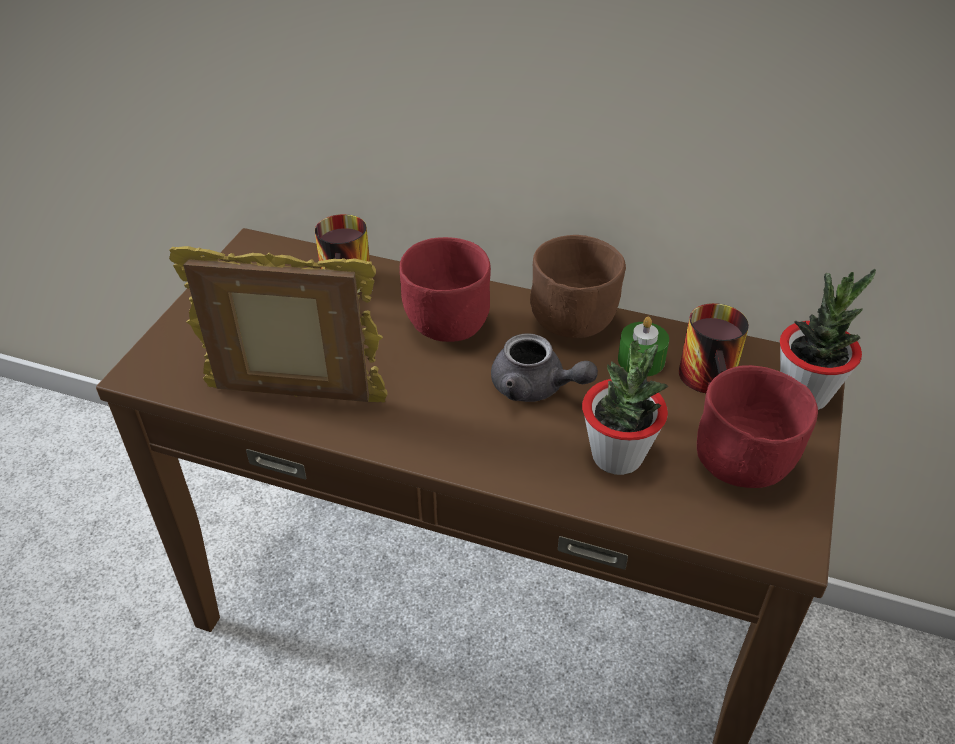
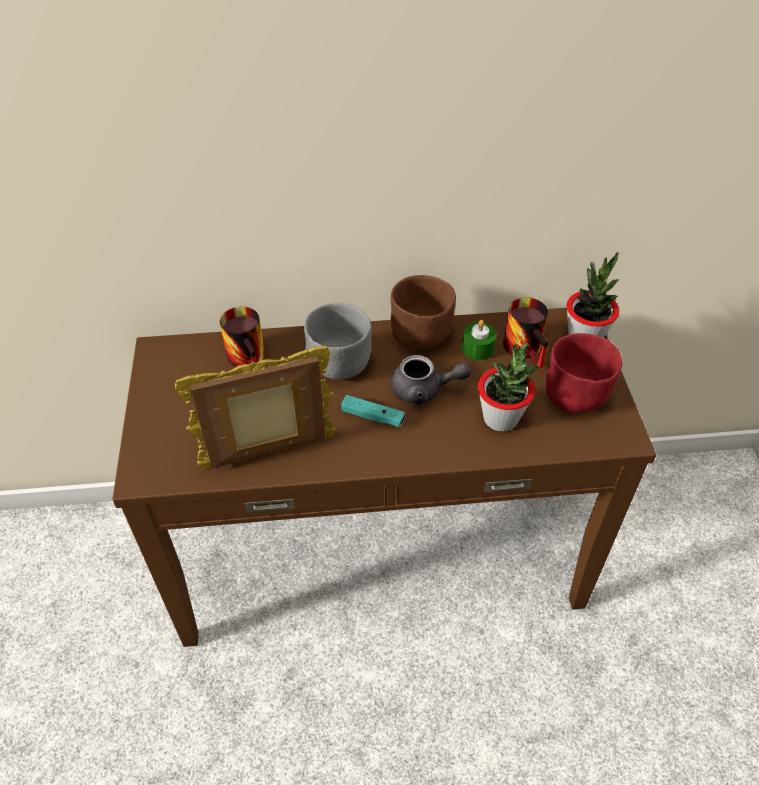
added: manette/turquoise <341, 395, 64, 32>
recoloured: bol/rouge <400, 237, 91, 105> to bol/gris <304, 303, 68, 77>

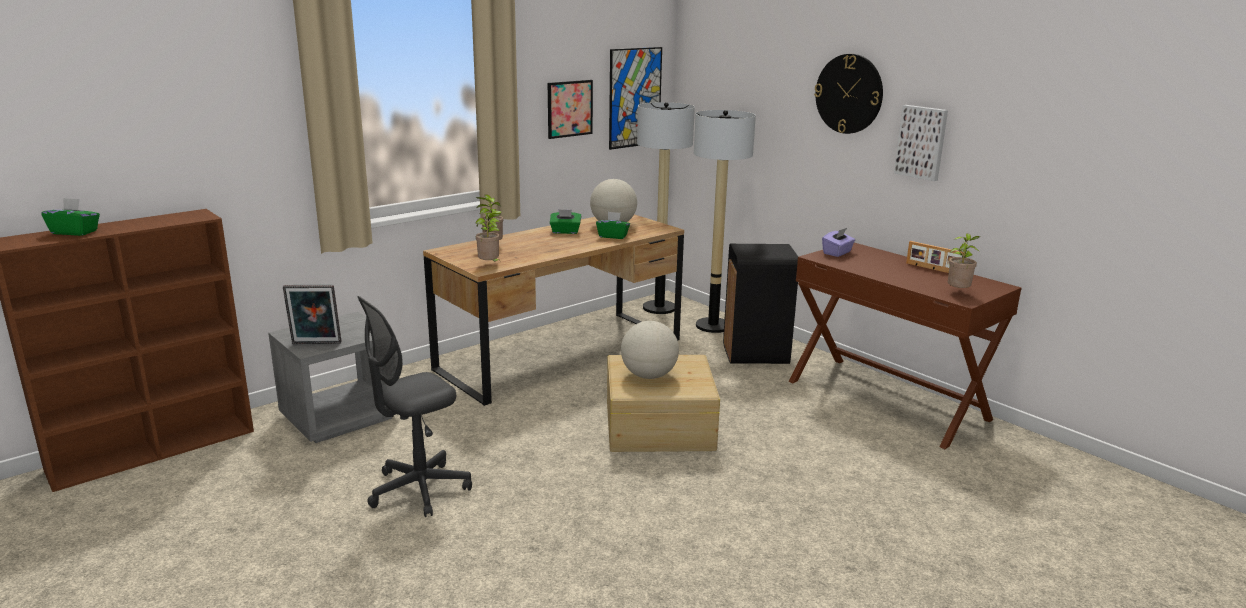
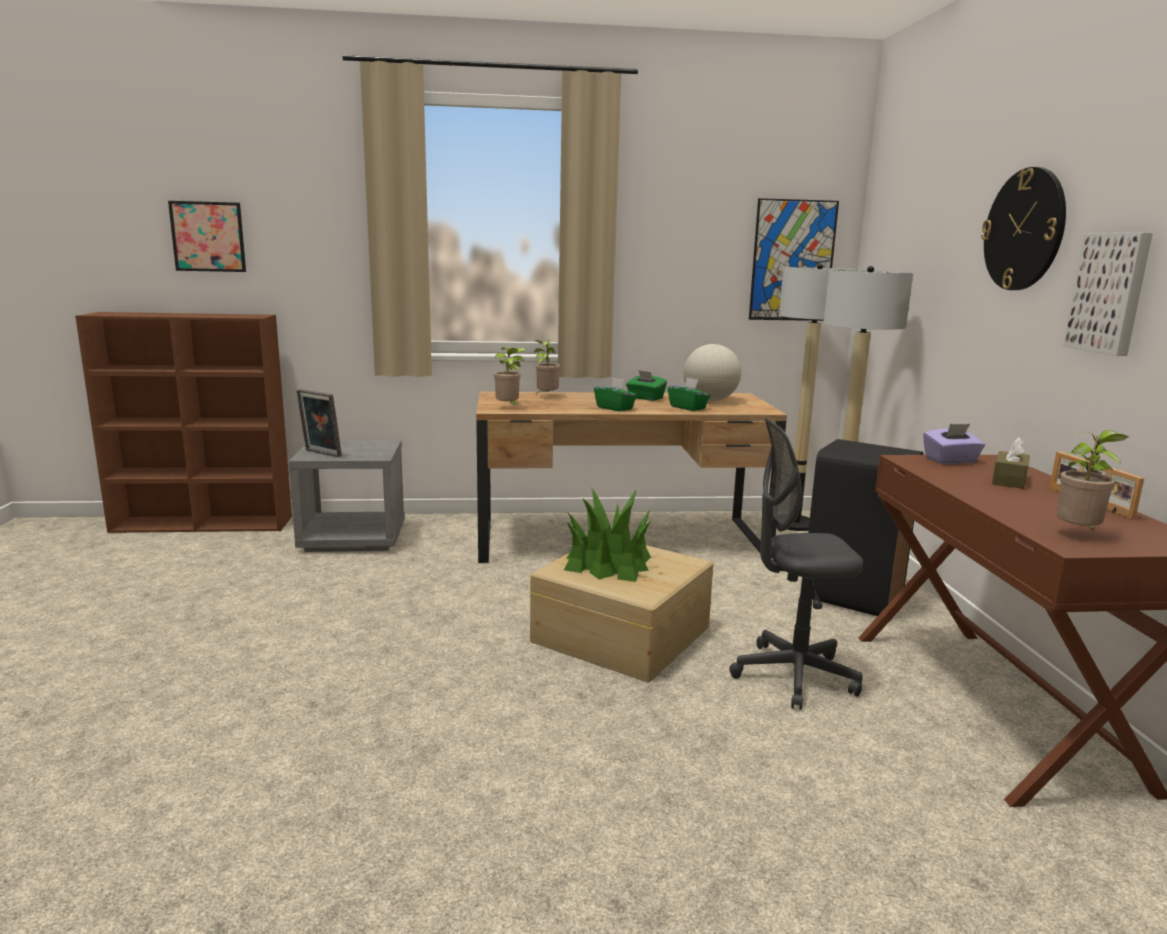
added: boîte à mouchoirs/marron <992, 437, 38, 52>
moved: boîte à mouchoirs/vert <41, 198, 59, 38> to <594, 378, 43, 34>; chaise de bureau/gris <357, 296, 115, 221> to <729, 418, 134, 292>; tableau <548, 80, 45, 59> to <168, 201, 78, 71>
replaced: globe <621, 321, 58, 58> to plante en pot <564, 487, 87, 95>

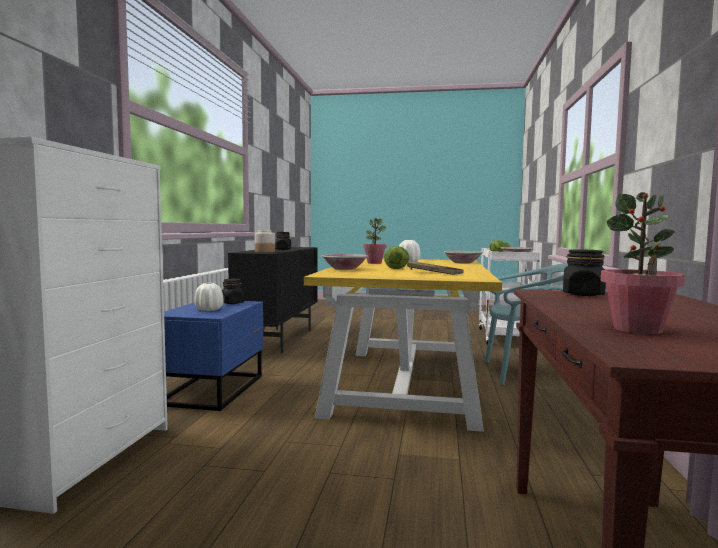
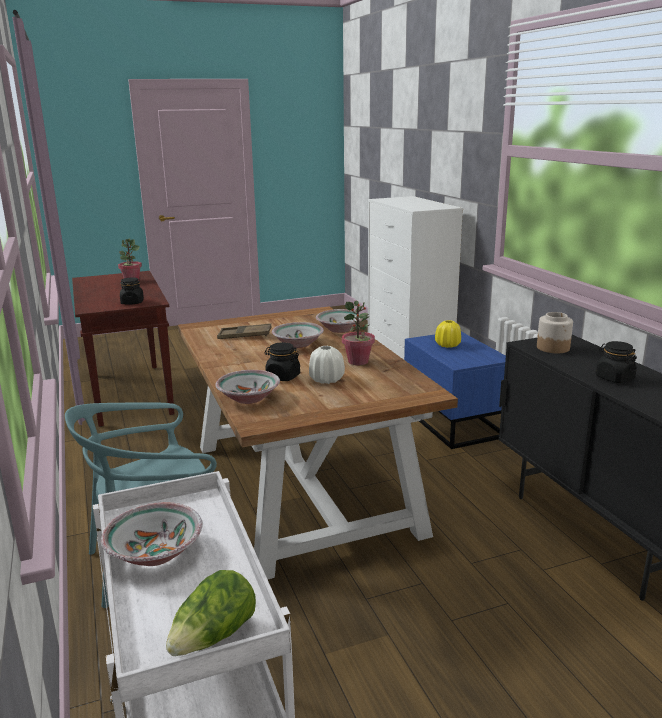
moved: bocal/noir <222, 279, 23, 25> to <265, 342, 35, 39>
replaced: laitue <384, 246, 25, 23> to bol <272, 322, 52, 26>
recoloured: vase/blanc <194, 283, 30, 28> to vase/jaune <435, 320, 26, 28>; table à manger/jaune <304, 258, 198, 174> to table à manger/marron <178, 306, 280, 273>

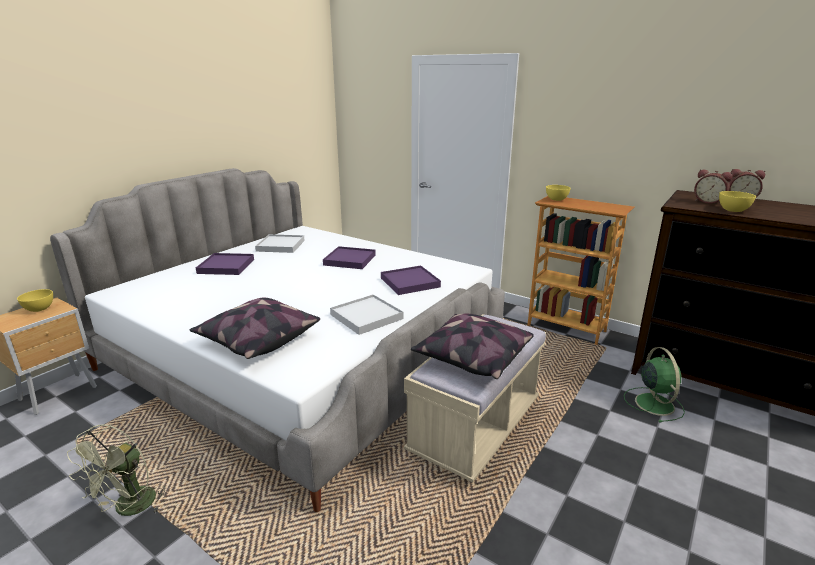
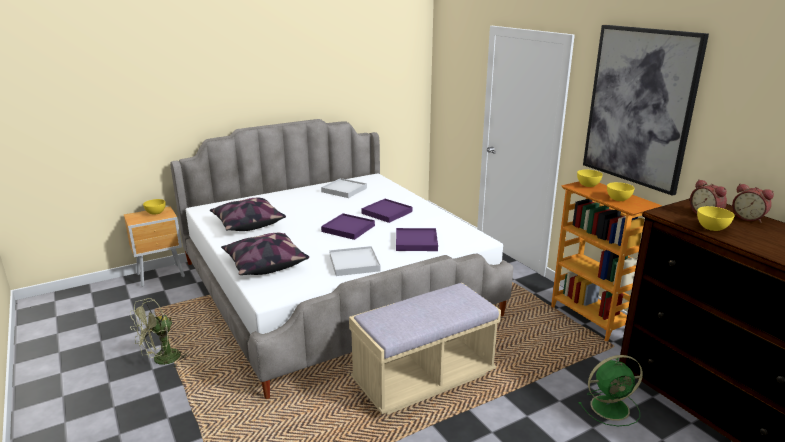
added: tableau <583, 25, 126, 171>; bol/jaune <607, 182, 28, 19>
moved: plateau/violet <196, 253, 58, 22> to <321, 213, 54, 27>; coussin <411, 314, 123, 65> to <210, 198, 76, 33>
turned: ventilateur/vert <624, 347, 61, 76> = <579, 355, 64, 71> 60 degrees clockwise

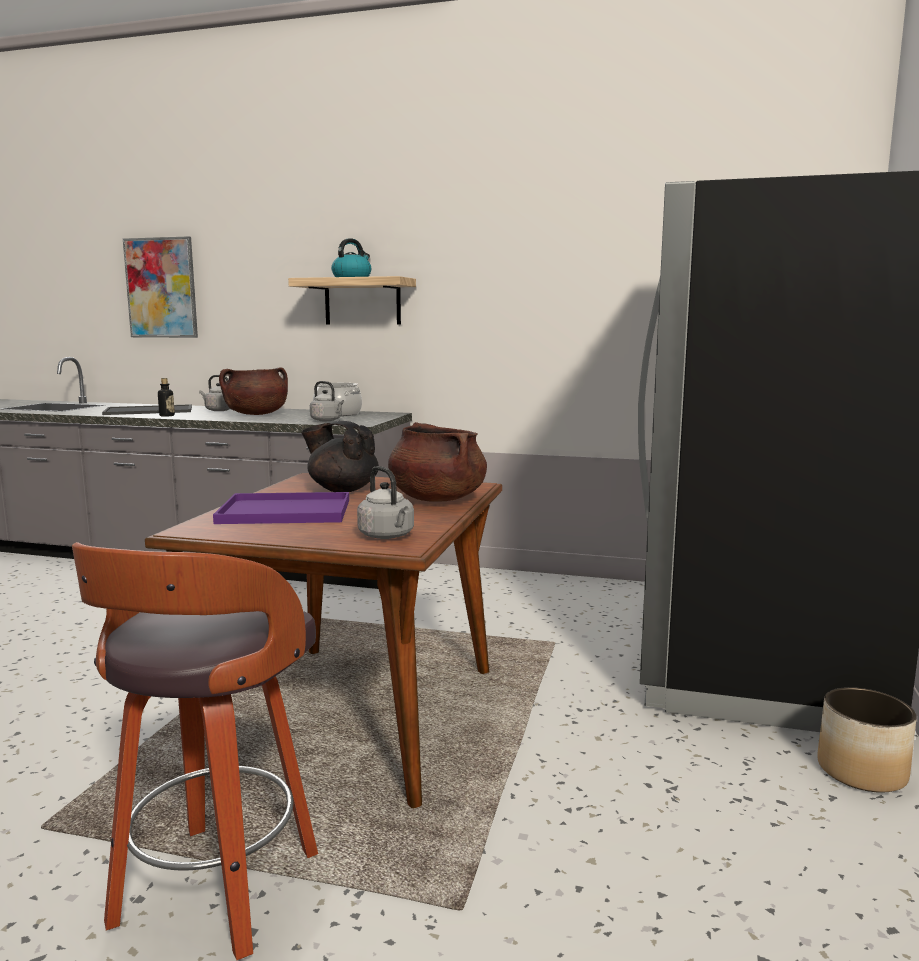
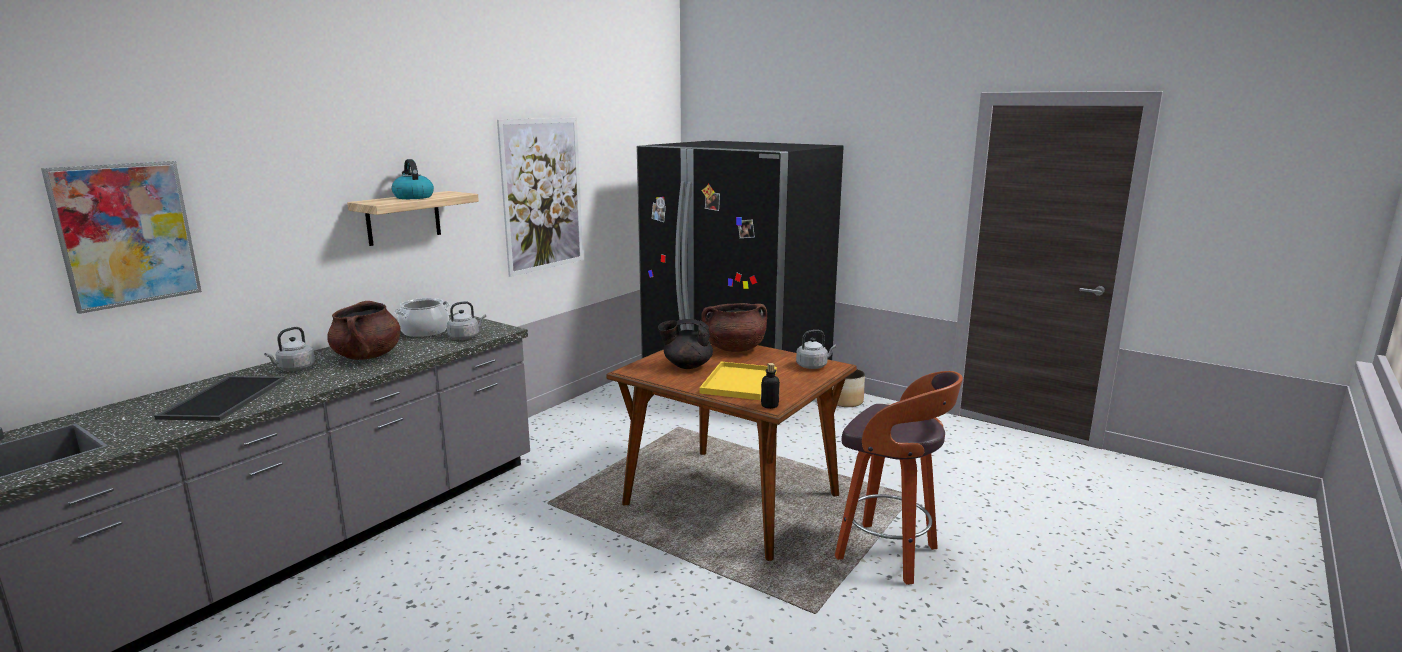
added: tableau <497, 118, 86, 159>
moved: bouteille <158, 378, 17, 39> to <761, 363, 19, 46>
recoloured: plateau/violet <213, 492, 136, 32> to plateau/jaune <699, 361, 78, 39>
turned: théière/noir <301, 421, 78, 71> = <658, 319, 55, 50> 45 degrees clockwise

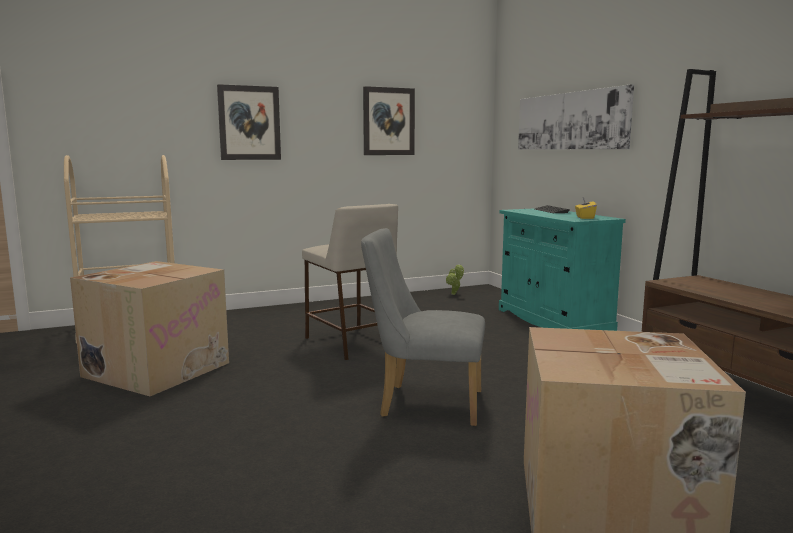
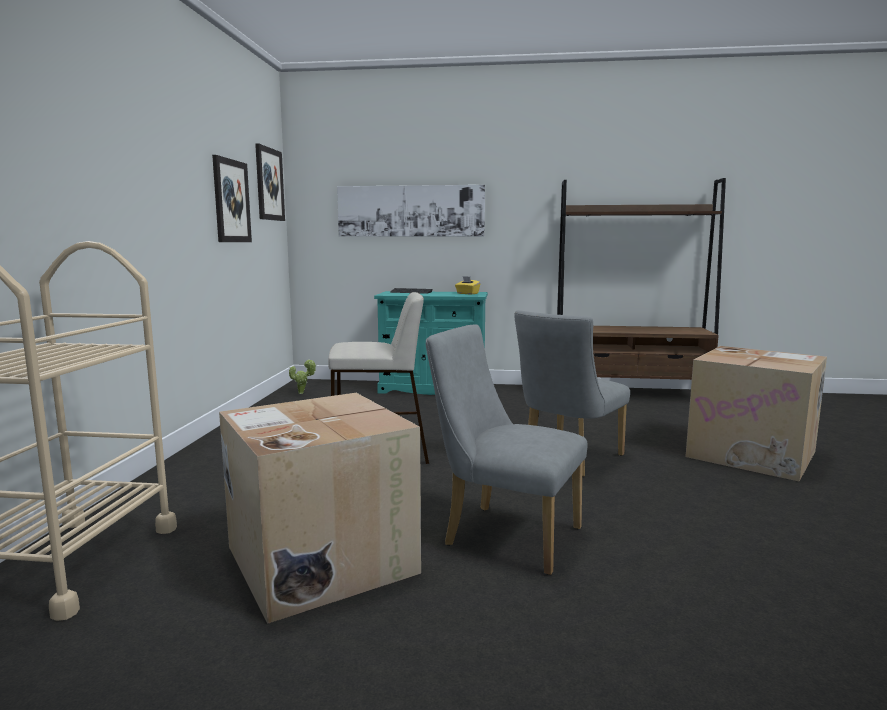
added: chaise/gris <426, 325, 162, 250>
moved: tableau <217, 84, 64, 76> to <255, 143, 30, 78>

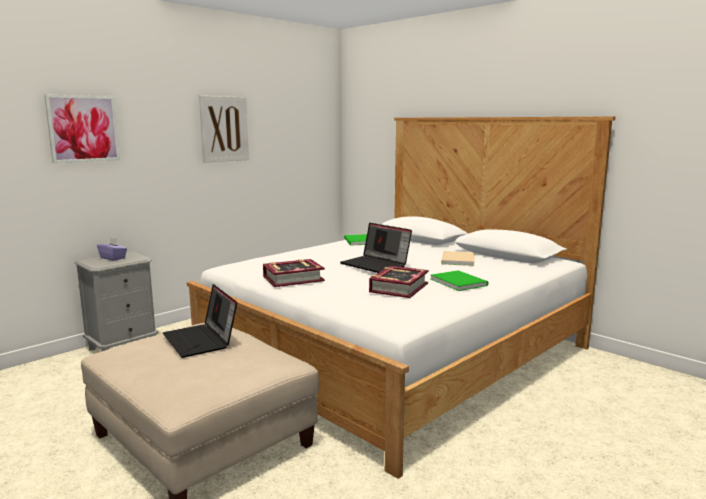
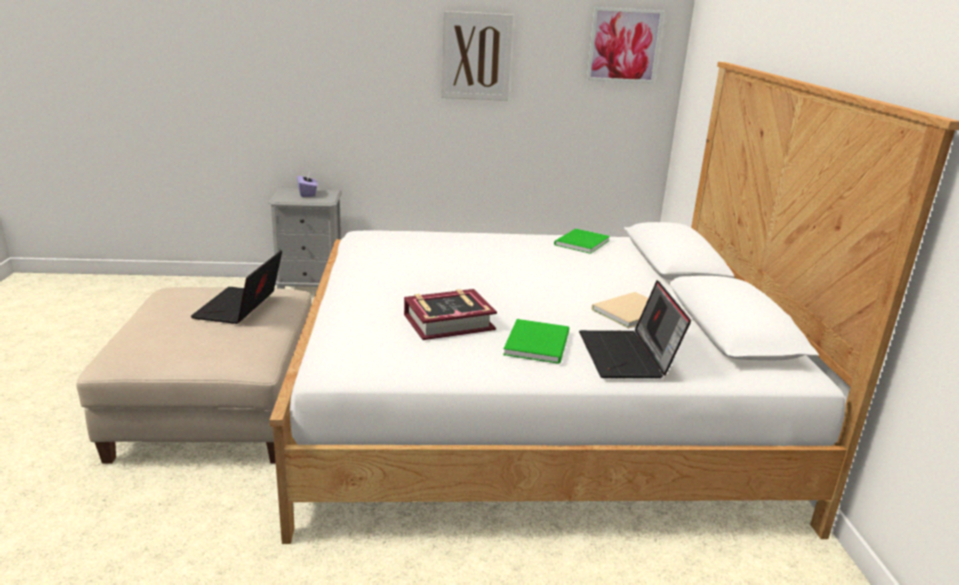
removed: livre <263, 259, 62, 28>
moved: tableau <44, 95, 76, 68> to <586, 7, 78, 76>; ordinateur portable <340, 223, 72, 50> to <579, 280, 112, 98>

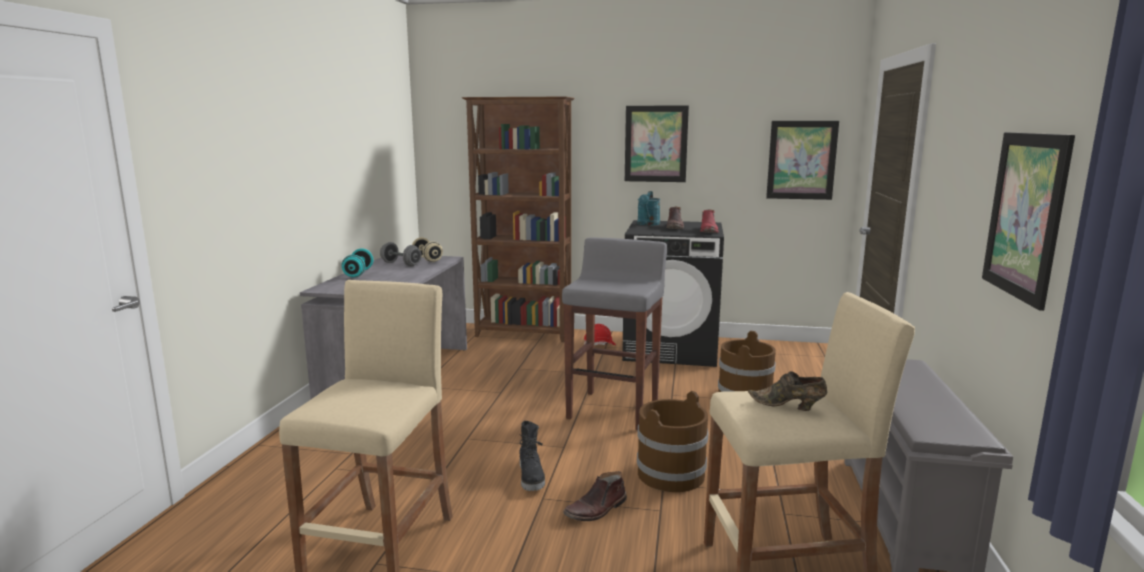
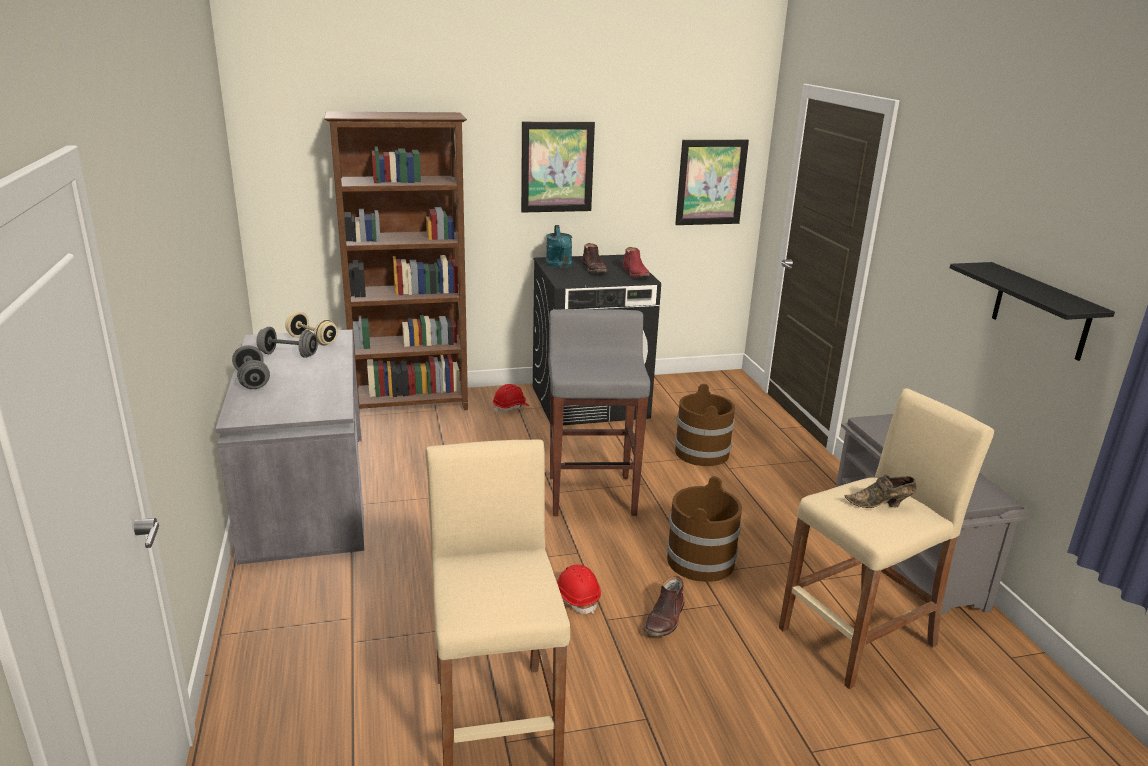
replaced: botte/noir <519, 421, 26, 70> to casque de chantier/rouge <557, 564, 44, 50>; tableau <982, 132, 93, 179> to étagère/noir <950, 262, 165, 99>
recoloured: haltère/turquoise <342, 248, 31, 30> to haltère/gris <232, 345, 38, 44>

